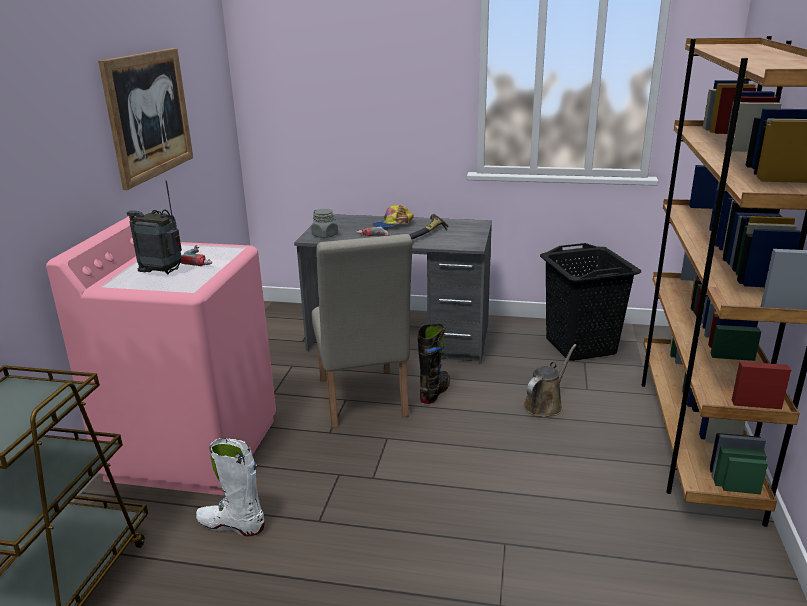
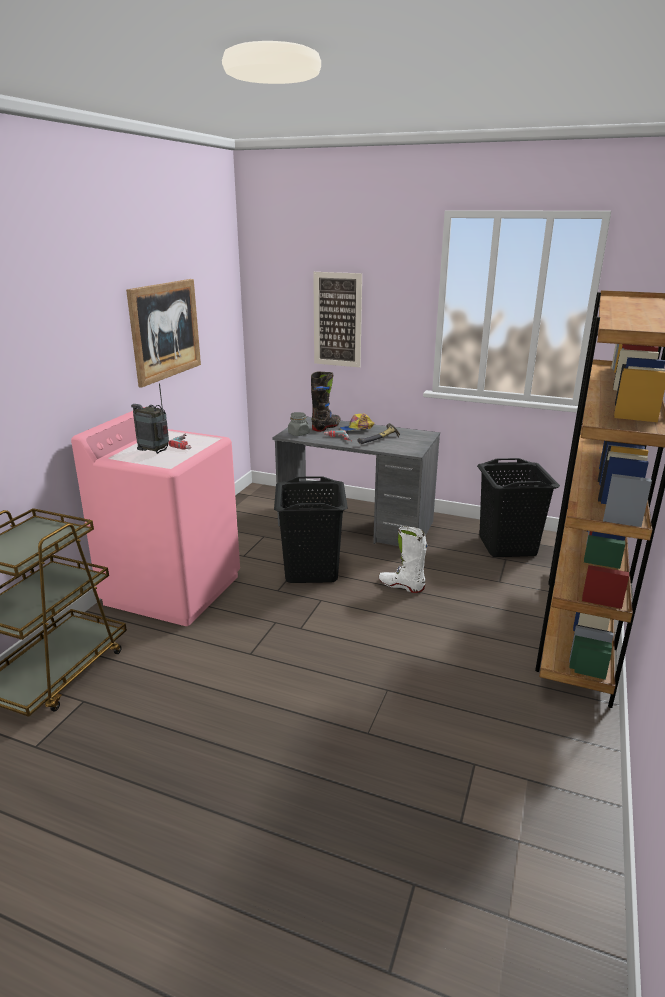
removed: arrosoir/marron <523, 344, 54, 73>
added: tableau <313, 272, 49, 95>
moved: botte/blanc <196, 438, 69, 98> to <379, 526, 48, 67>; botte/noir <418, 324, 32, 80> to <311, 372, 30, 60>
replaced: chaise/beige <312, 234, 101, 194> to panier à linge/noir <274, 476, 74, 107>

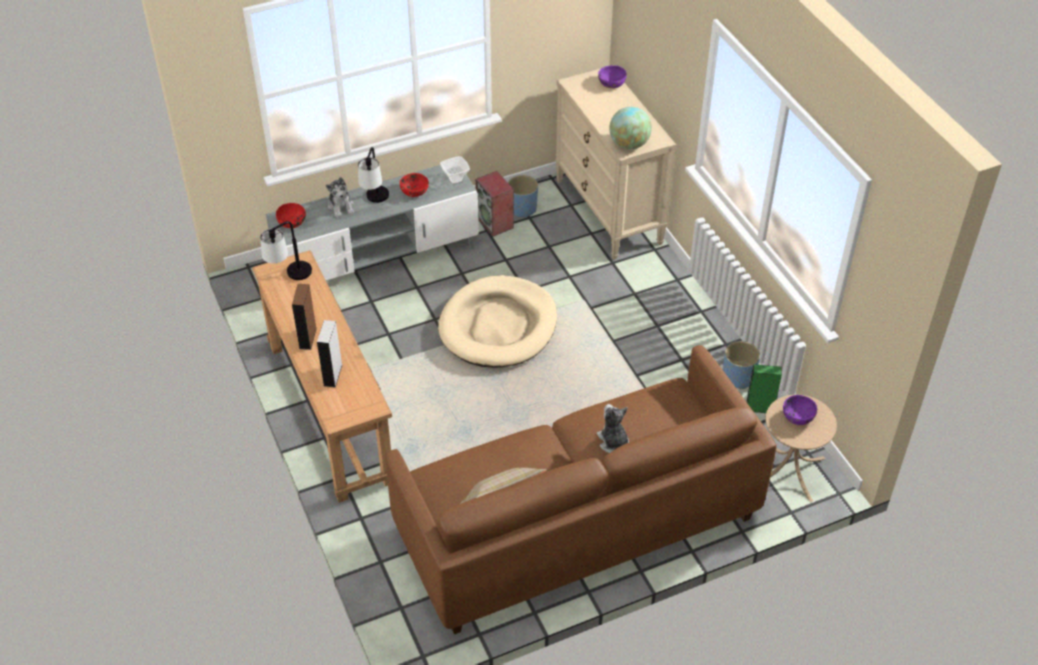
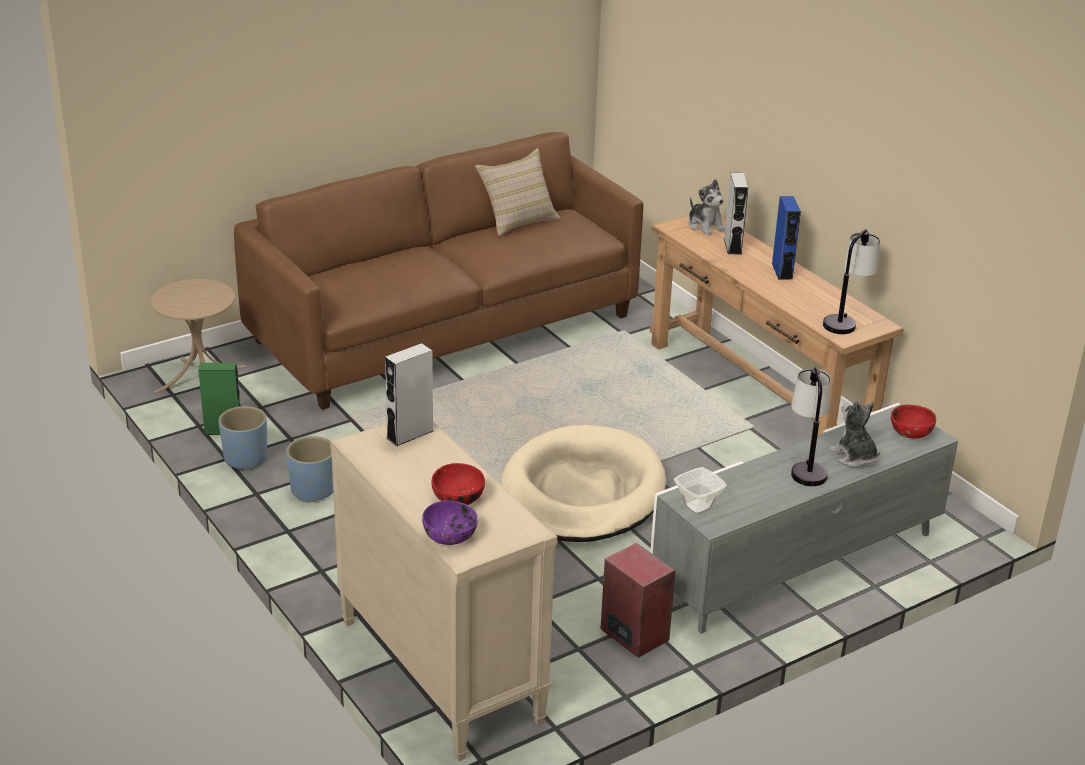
removed: bol/violet <783, 395, 34, 30>
moved: bol/rouge <400, 173, 29, 24> to <431, 463, 54, 42>; cache-pot/bleu <508, 175, 30, 43> to <286, 436, 47, 67>; peluche <597, 404, 32, 49> to <688, 179, 37, 56>
replaced: globe <609, 107, 43, 42> to enceinte/gris <385, 343, 48, 103>
recoloured: enceinte/marron <292, 284, 25, 66> to enceinte/bleu <772, 196, 29, 84>

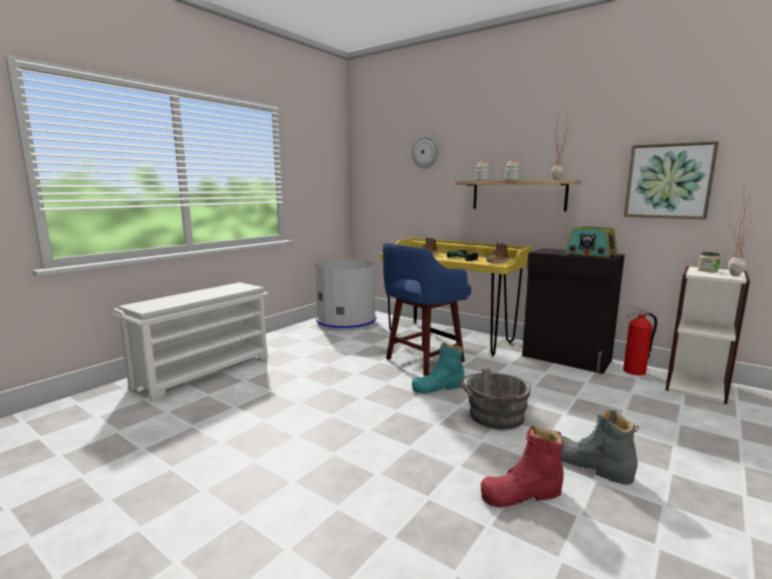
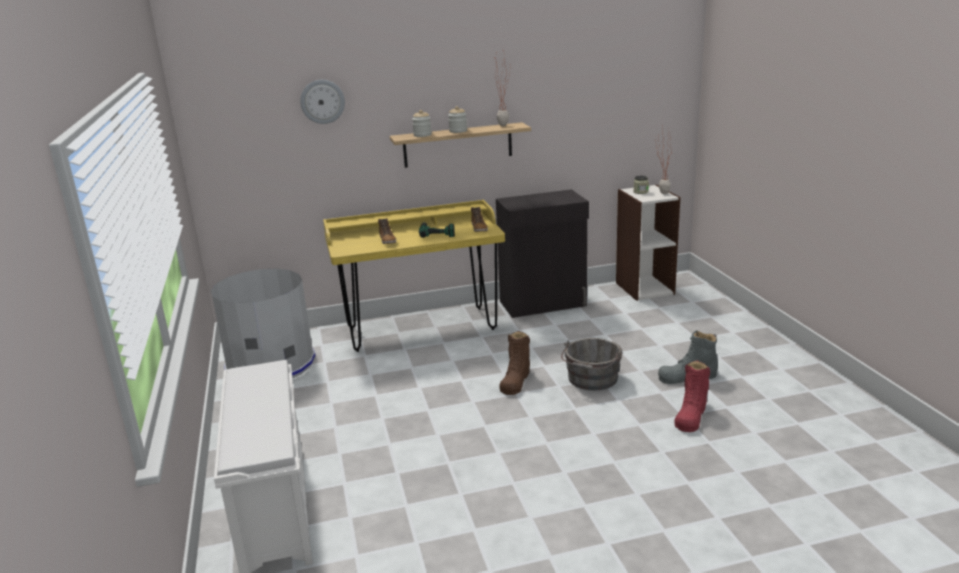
removed: tabouret/bleu <382, 243, 89, 133>; radio <565, 226, 52, 32>; extincteur <623, 306, 34, 69>; tableau <624, 141, 95, 78>
recoloured: botte/turquoise <412, 343, 52, 51> to botte/marron <499, 331, 31, 64>

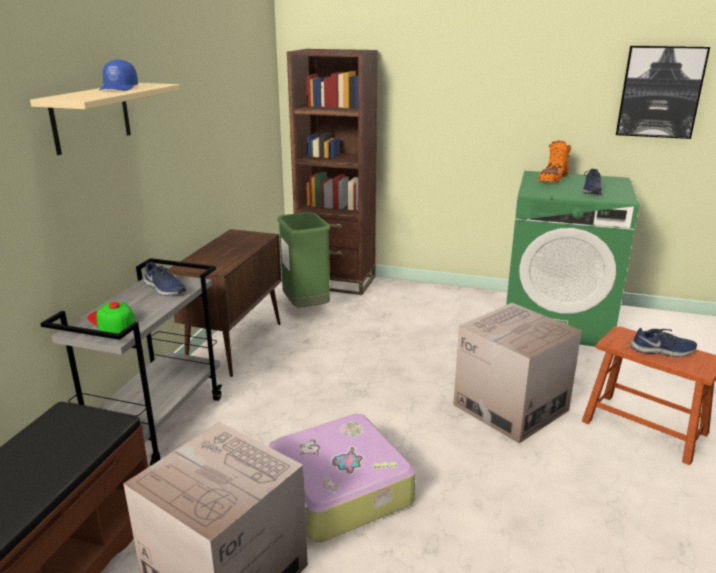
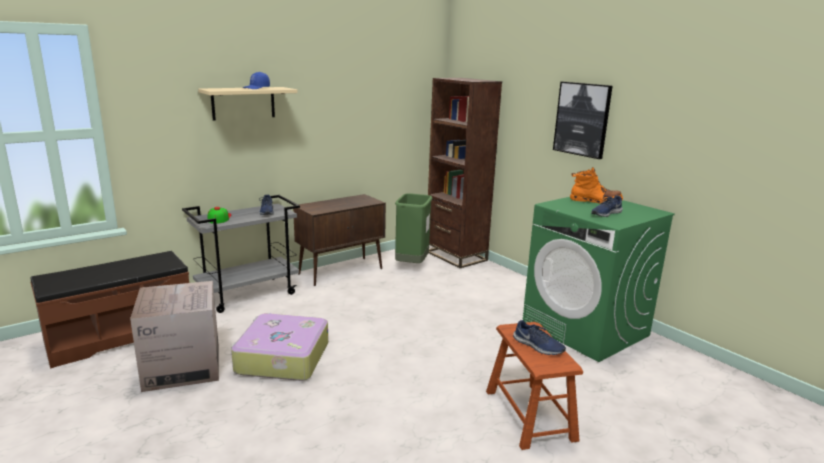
removed: carton <453, 303, 129, 141>
moved: tableau <616, 46, 94, 93> to <553, 82, 59, 77>
turned: botte/orange <538, 141, 33, 42> = <570, 167, 53, 37> 150 degrees counterclockwise

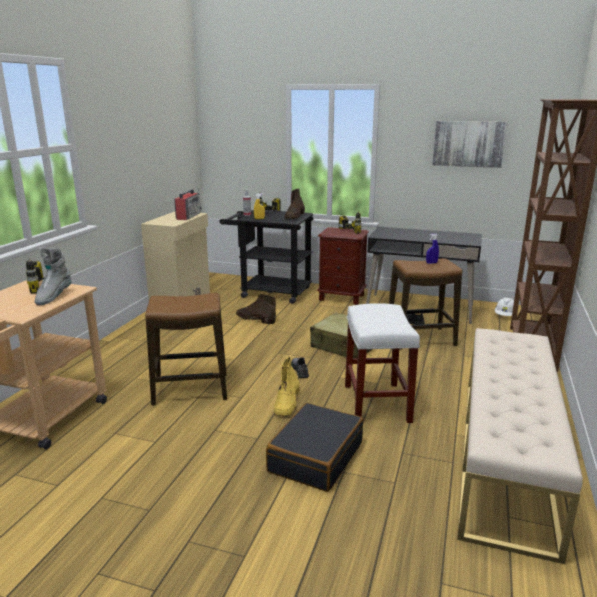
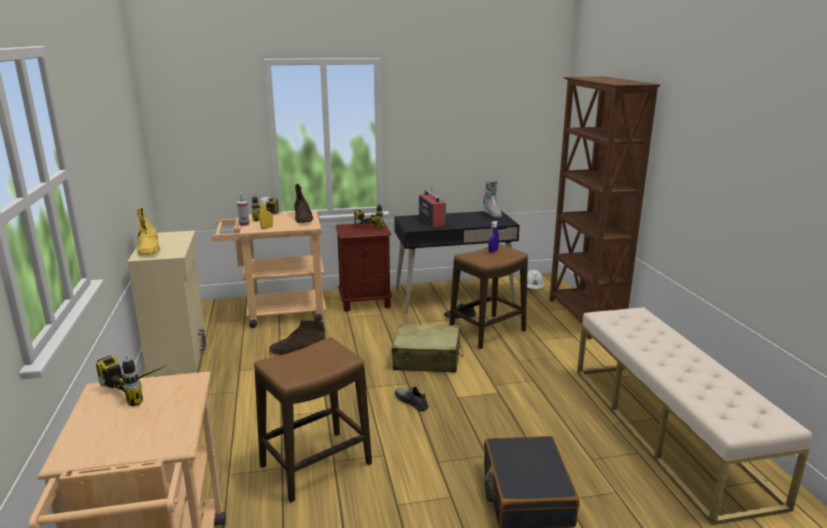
removed: tabouret/blanc <345, 303, 75, 120>; tableau <432, 121, 75, 47>
moved: botte/gris <34, 247, 38, 58> to <483, 180, 19, 38>; radio <174, 189, 28, 31> to <419, 190, 28, 37>; botte/jaune <274, 357, 26, 59> to <137, 207, 23, 48>
recoloured: chariot/noir <219, 210, 95, 94> to chariot/beige <211, 211, 115, 117>

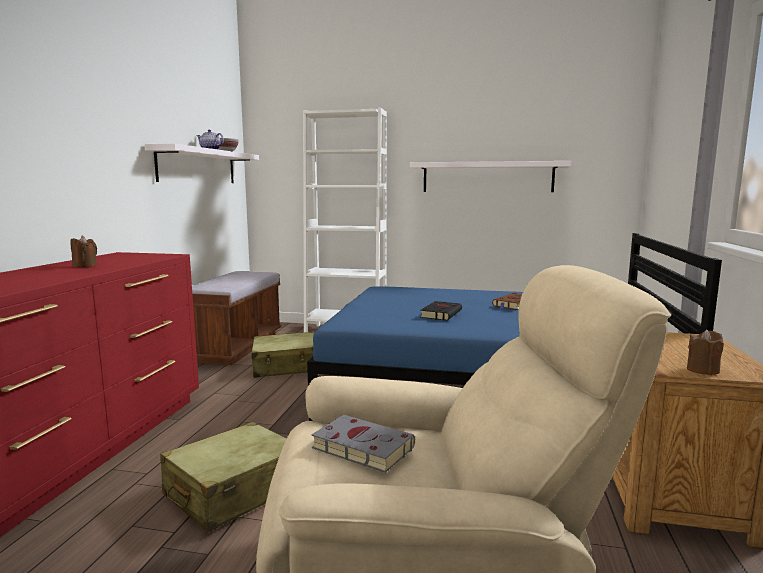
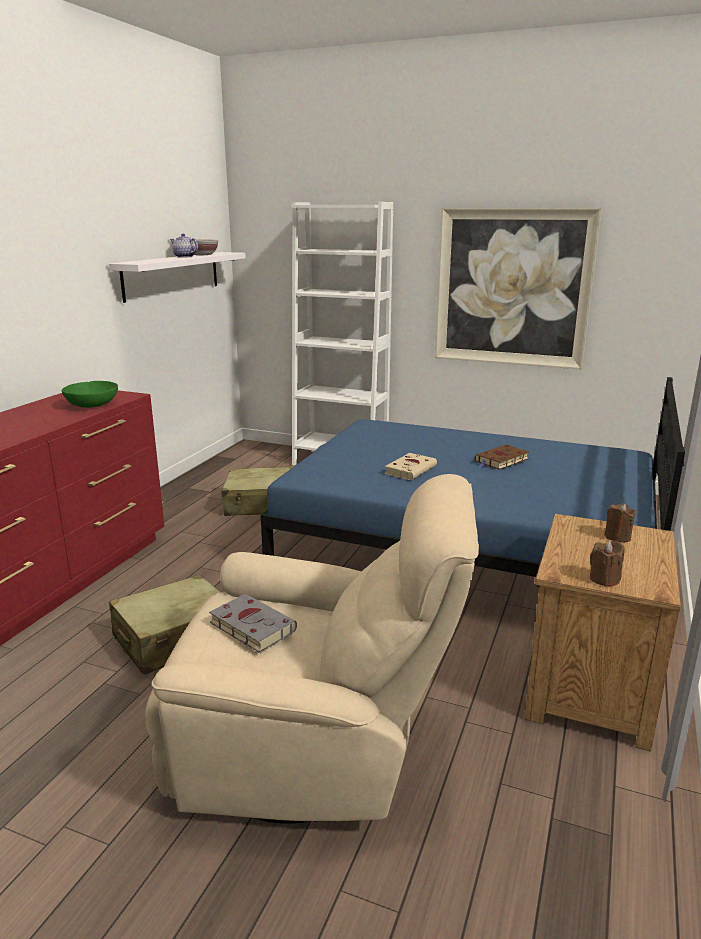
removed: banc/marron <192, 271, 90, 94>
added: bol/vert <62, 381, 56, 27>
moved: bougie/marron <71, 235, 26, 32> to <604, 503, 32, 39>
replaced: étagère/blanc <410, 161, 161, 31> to tableau <435, 208, 167, 162>
recoloured: livre/noir <420, 301, 42, 19> to livre/beige <385, 453, 52, 27>

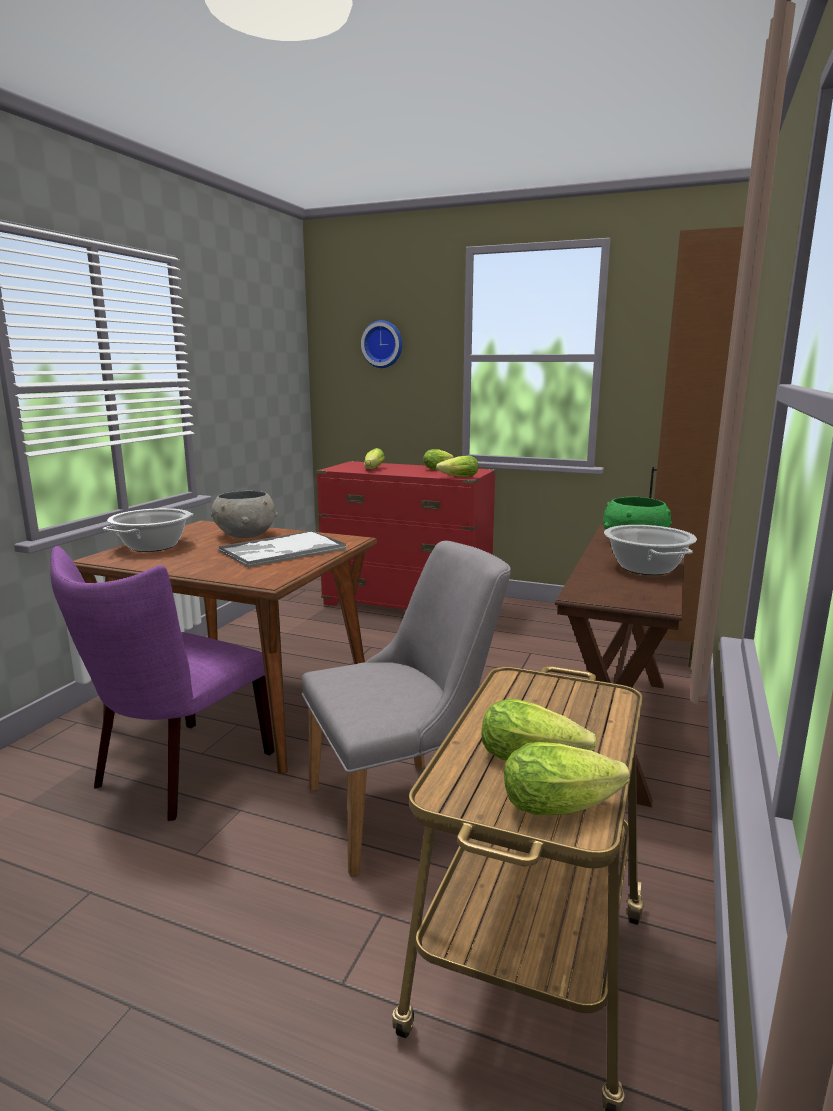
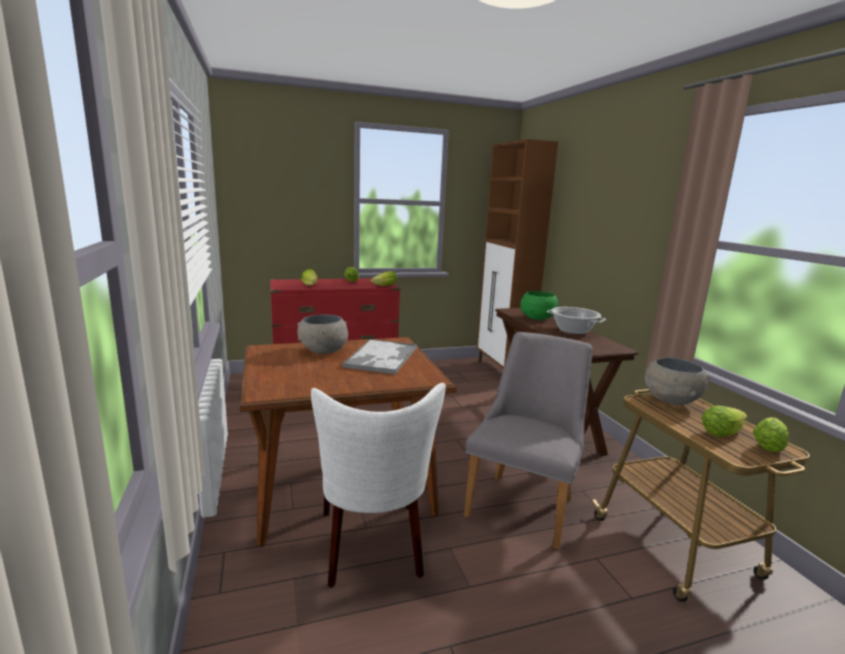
removed: marmite <103, 508, 91, 44>; horloge murale <361, 320, 41, 48>
added: bol/gris <645, 358, 65, 47>
recoloured: chaise/violet <50, 546, 224, 275> to chaise/blanc <311, 383, 135, 205>

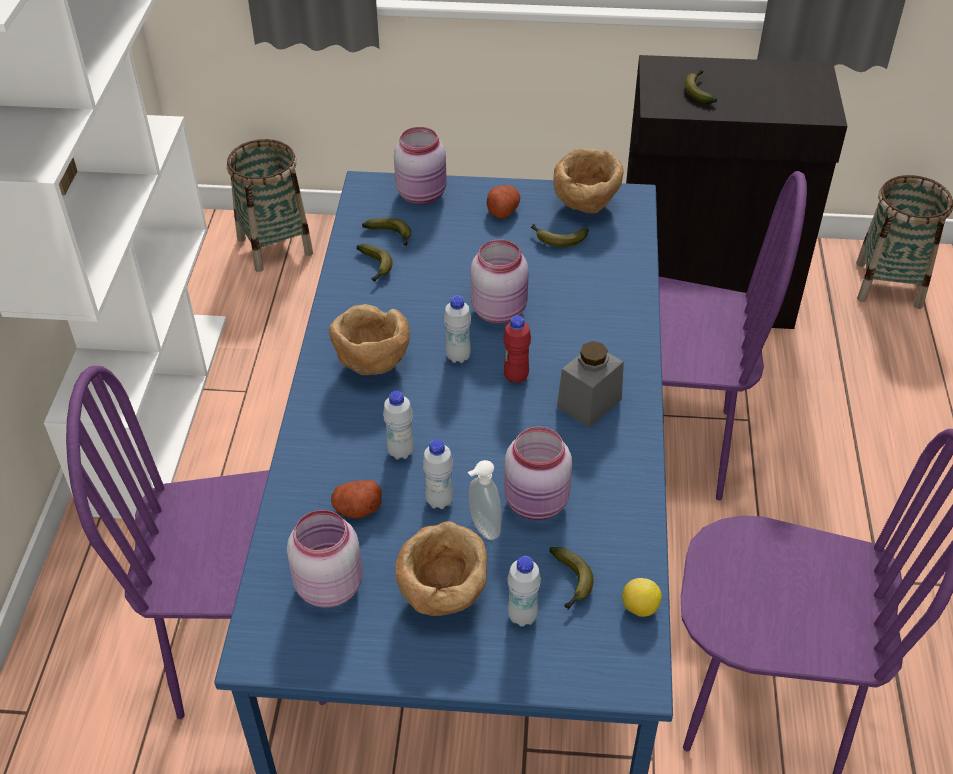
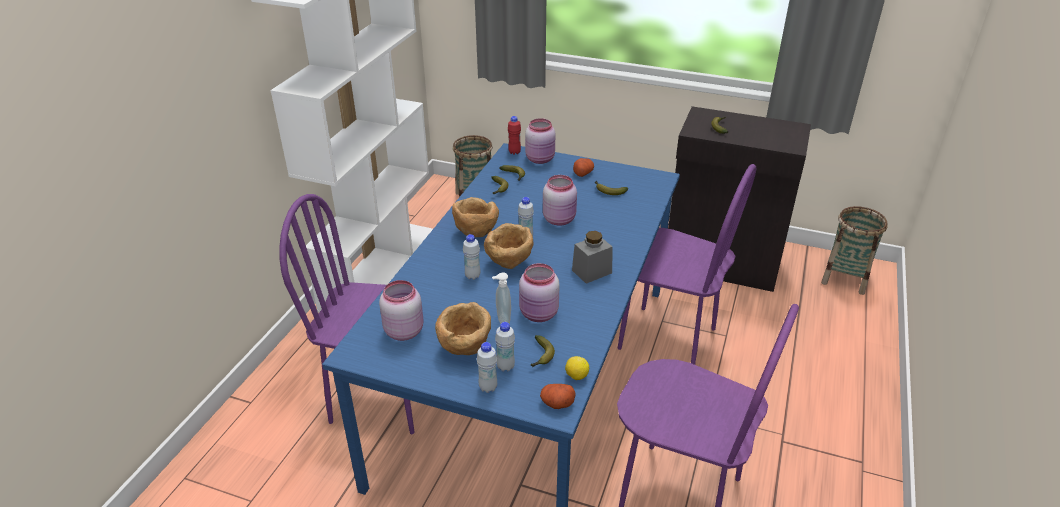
moved: pomme de terre <331, 480, 51, 39> to <540, 384, 36, 25>; bouteille/blanc <423, 440, 30, 69> to <477, 342, 20, 51>; bouteille/rouge <503, 316, 28, 68> to <508, 116, 13, 39>; bol/marron <553, 148, 71, 65> to <484, 223, 49, 46>

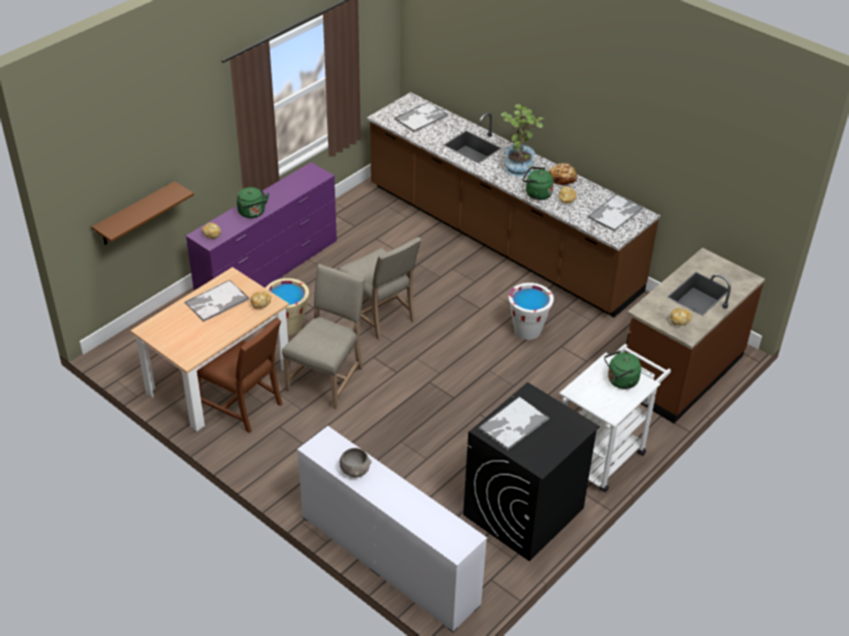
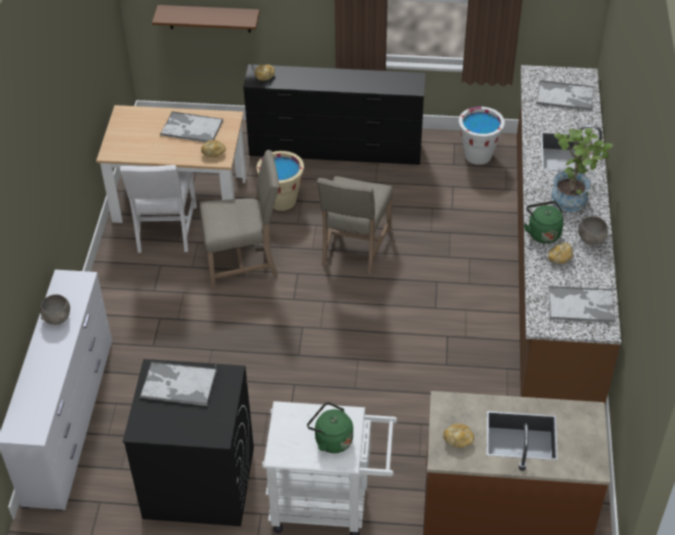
removed: bouilloire/vert <237, 187, 32, 31>
moved: seau/blanc <509, 283, 45, 57> to <459, 106, 46, 59>
replaced: pain <549, 163, 29, 24> to bol/gris <578, 216, 30, 29>
recoloured: commode/violet <186, 162, 151, 129> to commode/noir <243, 64, 183, 101>; chaise/marron <197, 318, 85, 115> to chaise/blanc <120, 165, 77, 88>

